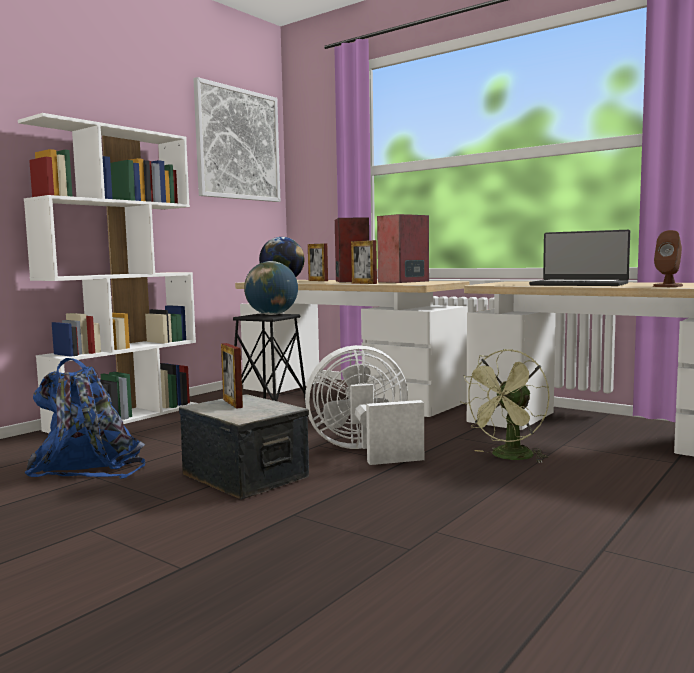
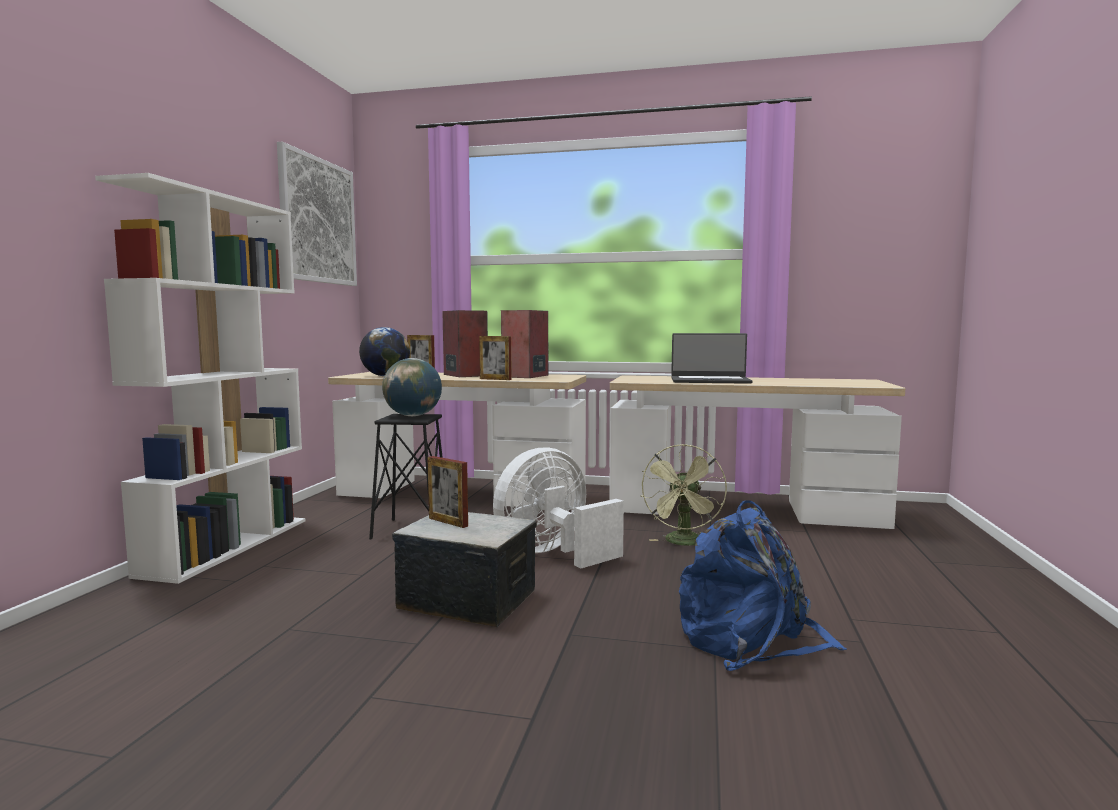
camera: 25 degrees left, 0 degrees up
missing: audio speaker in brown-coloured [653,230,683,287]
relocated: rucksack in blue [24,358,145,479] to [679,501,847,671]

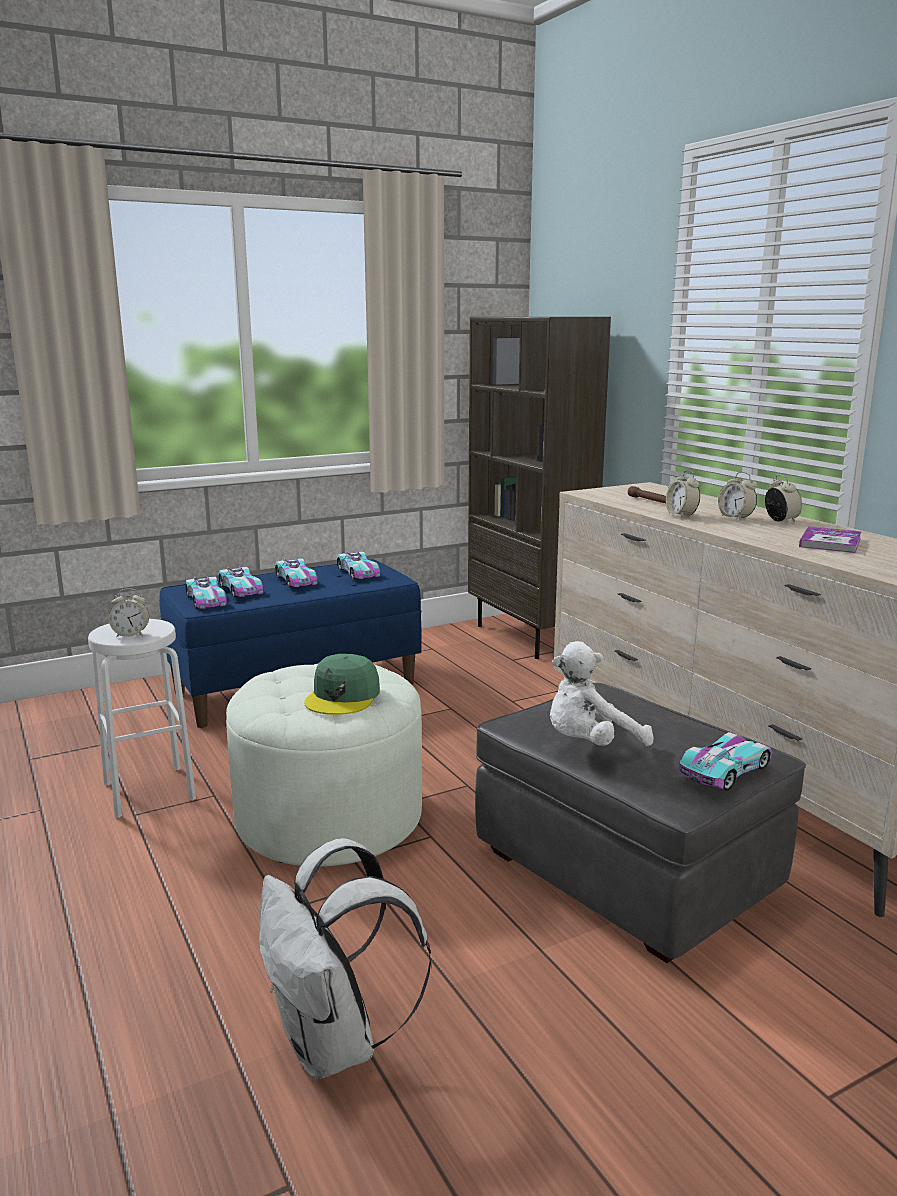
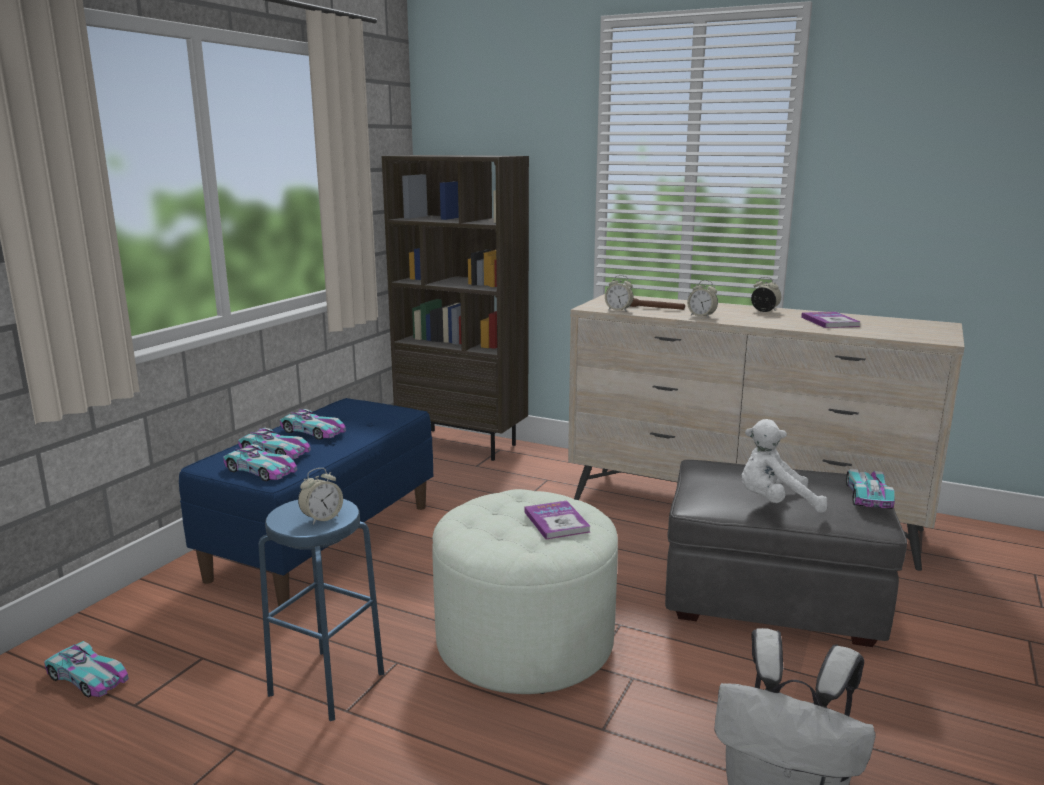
camera: 35 degrees left, 0 degrees up
relocated: miniature car [337,551,380,579] to [44,641,129,698]; alarm clock [718,472,757,521] to [605,275,633,312]
exchanged: peaked cap in green-coloured [304,654,380,715] to book [524,501,590,539]
colour: sitting stool in whitish [88,619,196,818] to sitting stool in blue [259,499,384,721]
spun: cuddly toy in whitish [550,641,654,746] = [741,419,827,513] 60 degrees clockwise

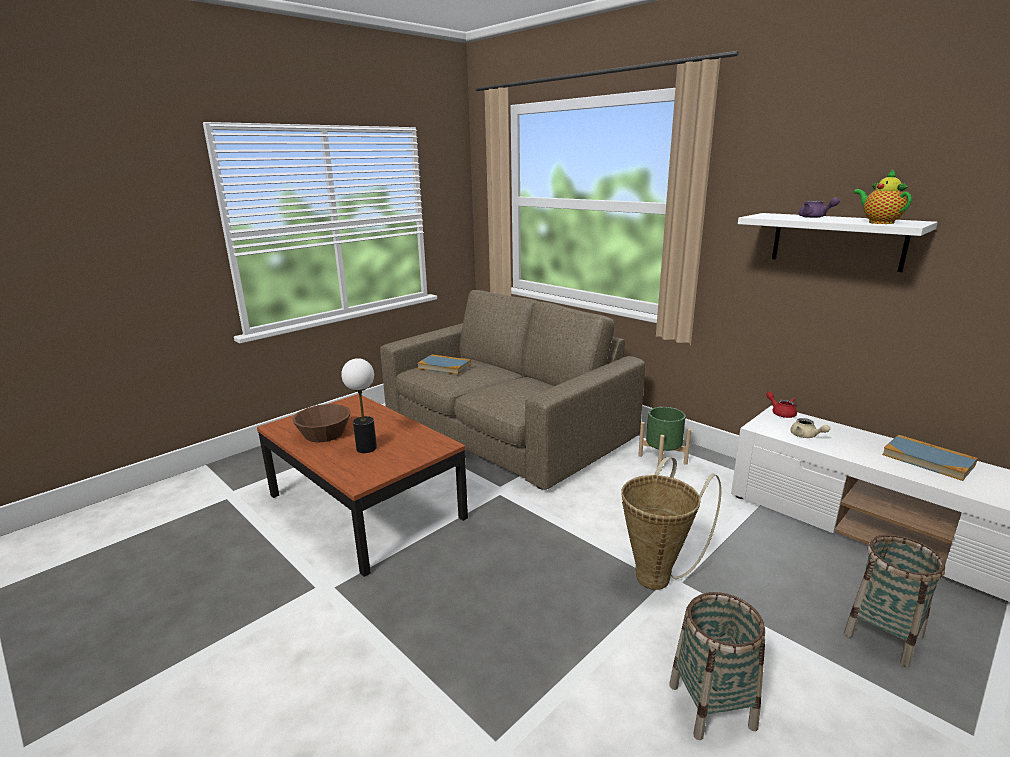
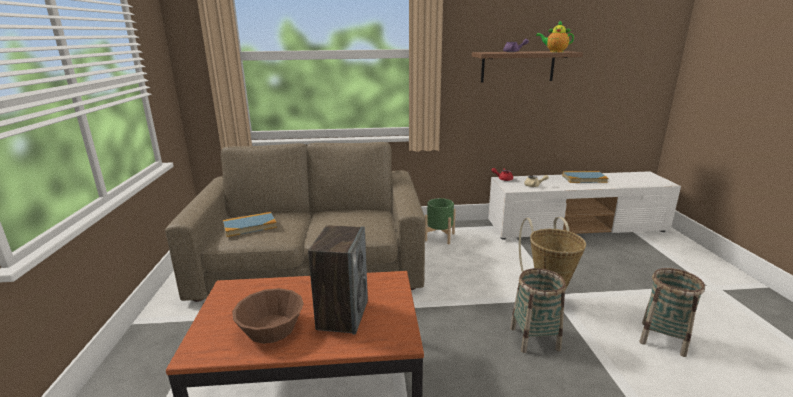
camera: 50 degrees left, 0 degrees up
relocated: basket [844,534,946,667] to [510,268,566,353]
exchanged: lamp for a table [341,358,377,453] to audio speaker [308,225,368,334]
colour: wall shelf in whitish [738,213,938,272] to wall shelf in brown-coloured [472,51,583,82]

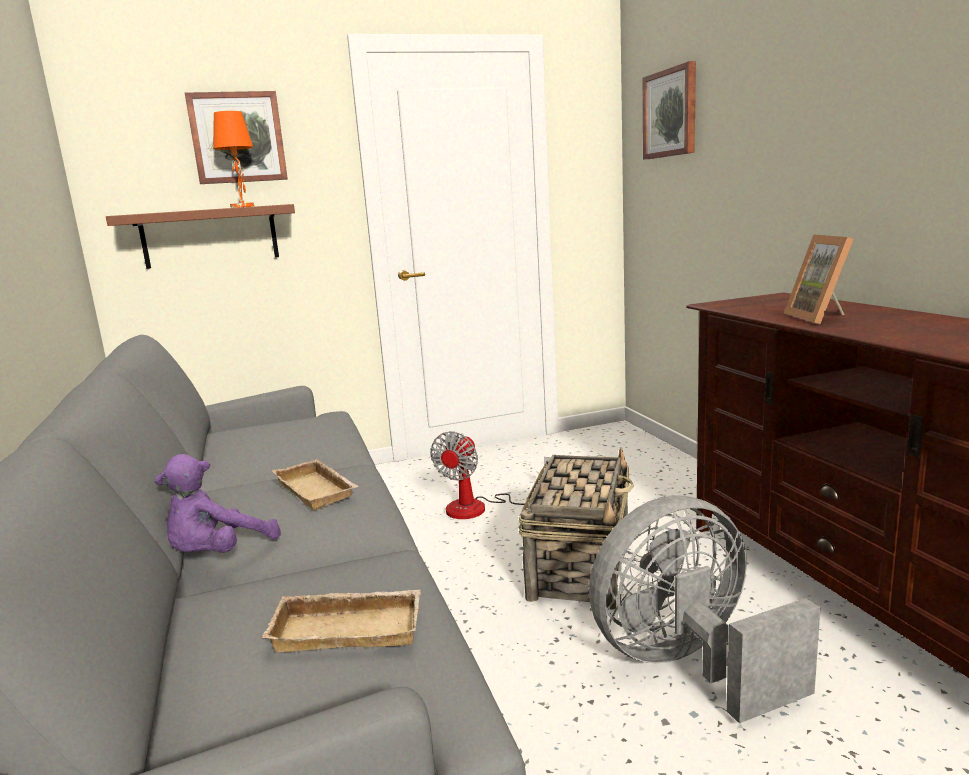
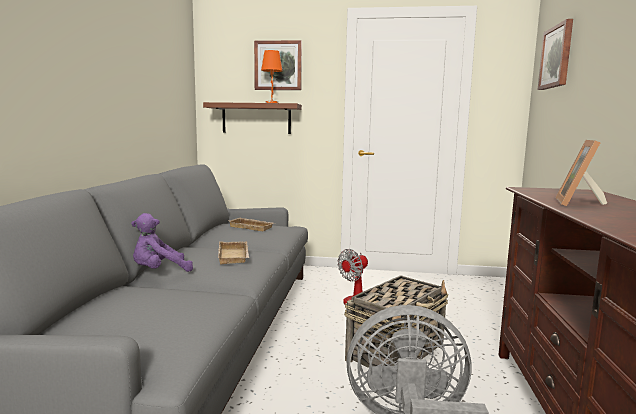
camera: 25 degrees right, 5 degrees down
relocated: serving tray in beige [262,590,421,652] to [228,218,274,231]

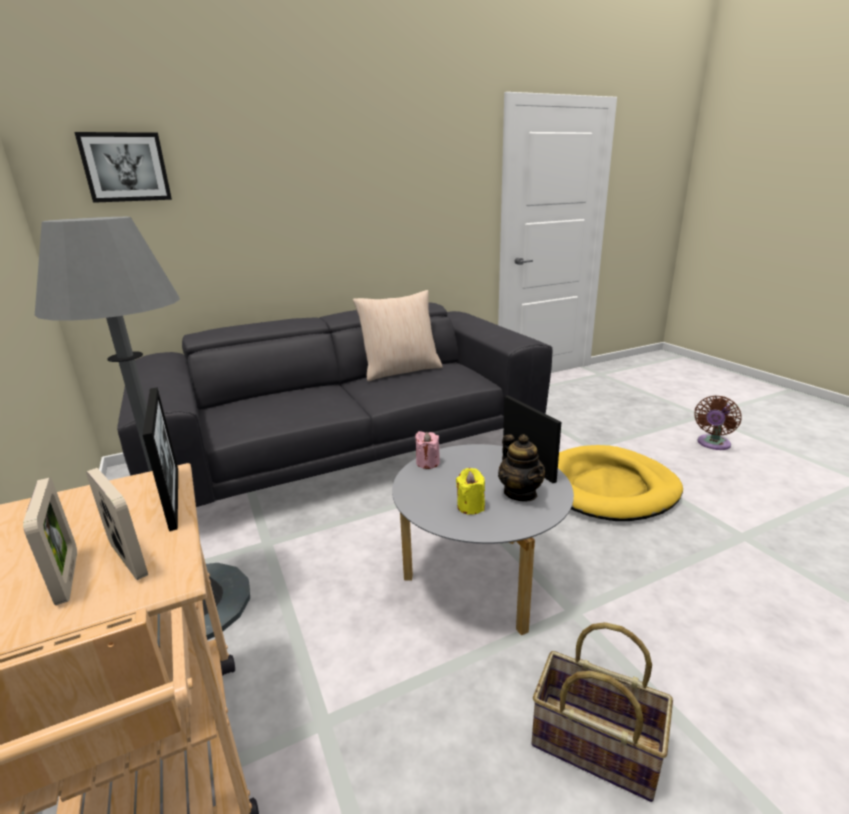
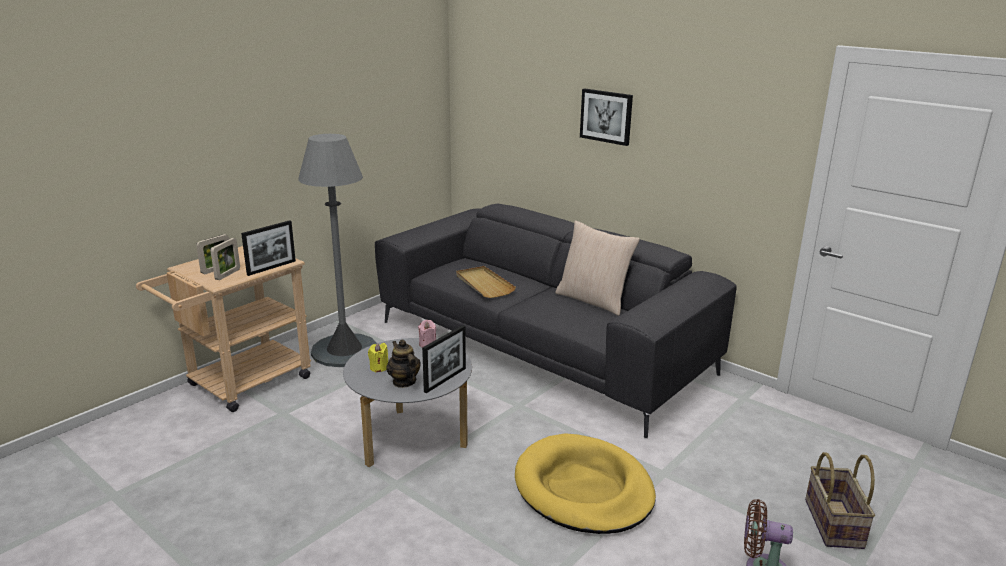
camera: 65 degrees right, 0 degrees up
appeared: serving tray in beige [456,266,516,298]
relocated: wall art [74,132,172,203] to [580,89,633,146]; basket [531,622,673,802] to [805,452,875,549]
spun: pot for tea [498,434,545,502] = [386,340,421,388] 105 degrees clockwise

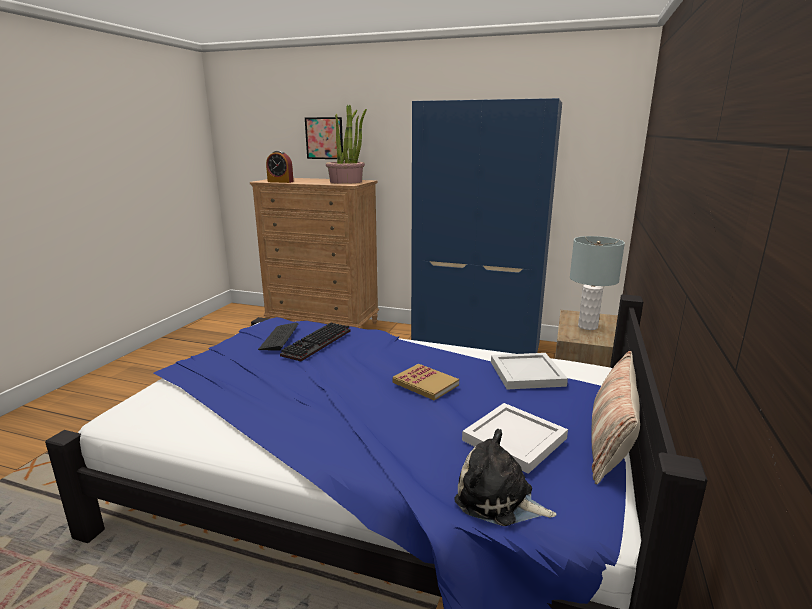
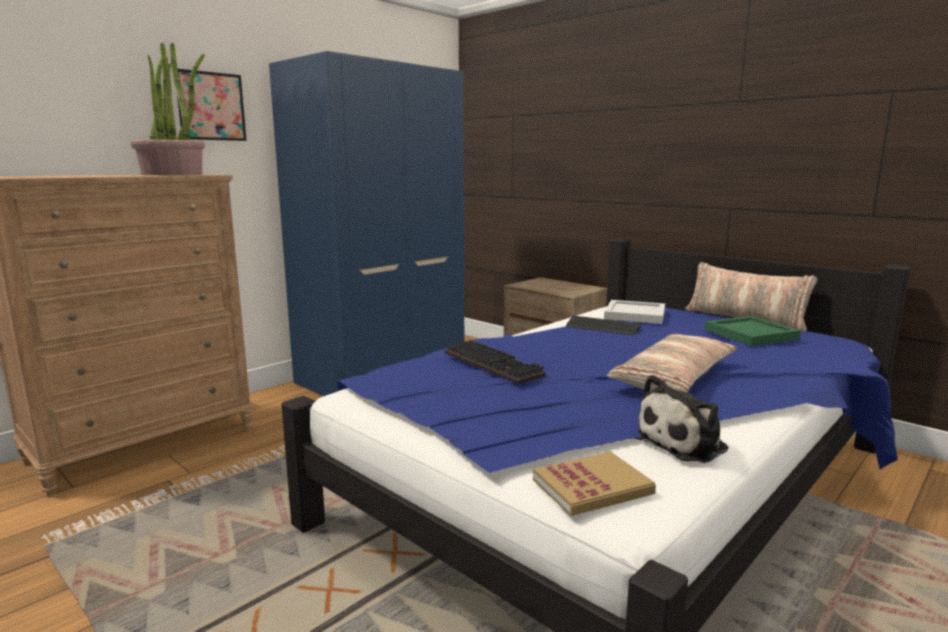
camera: 65 degrees left, 5 degrees down
missing: alarm clock [266,151,294,183]; lamp for a table in grey [570,236,625,330]
appeared: pillow [607,334,737,392]
relocated: keyboard [258,322,298,351] to [566,316,641,335]; wall art [305,117,343,159] to [177,69,247,141]; book [392,364,459,401] to [533,452,656,516]; cuddly toy [454,429,556,526] to [635,375,728,463]
colour: serving tray in whitish [462,403,568,474] to serving tray in green-coloured [704,316,801,346]

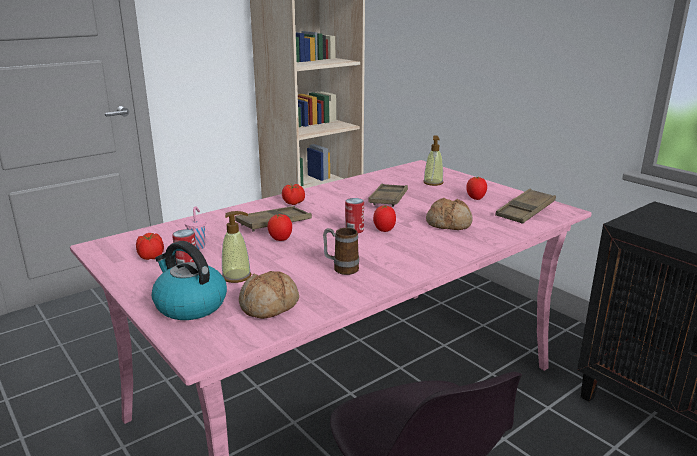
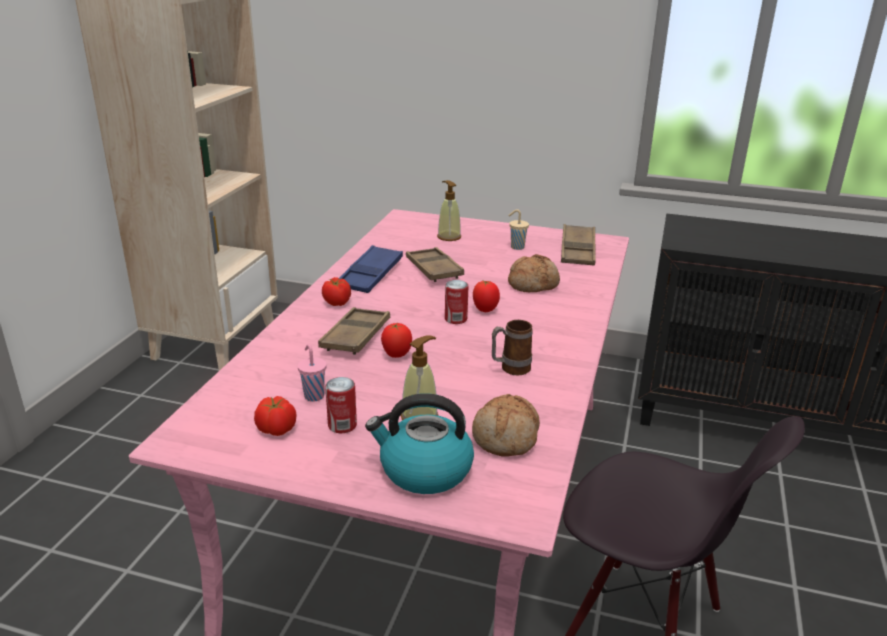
camera: 35 degrees left, 5 degrees up
appeared: serving tray in blue [339,245,403,293]
exchanged: fresh tomato [466,177,487,200] to small cup in beige [508,209,529,250]

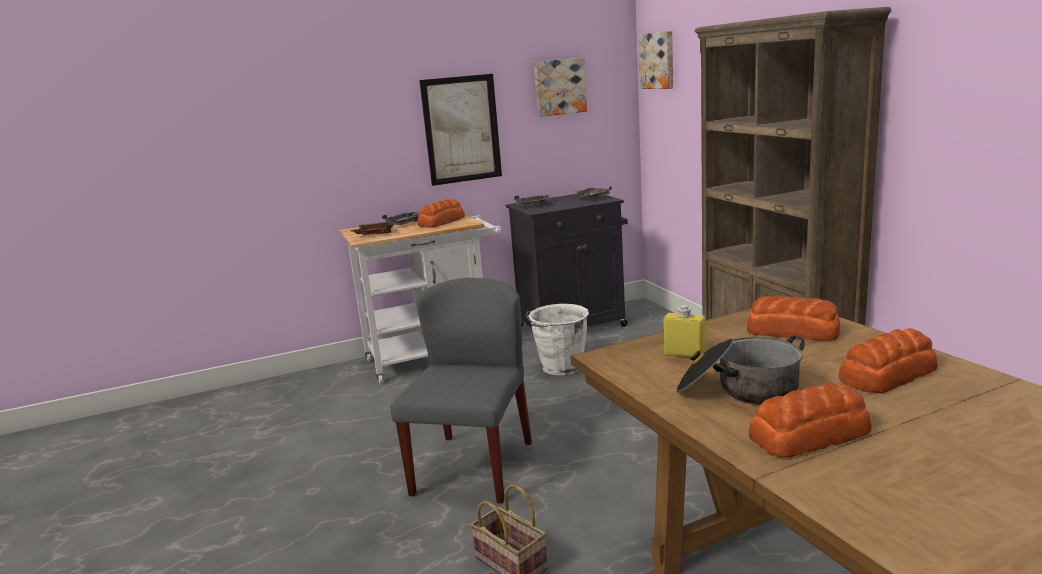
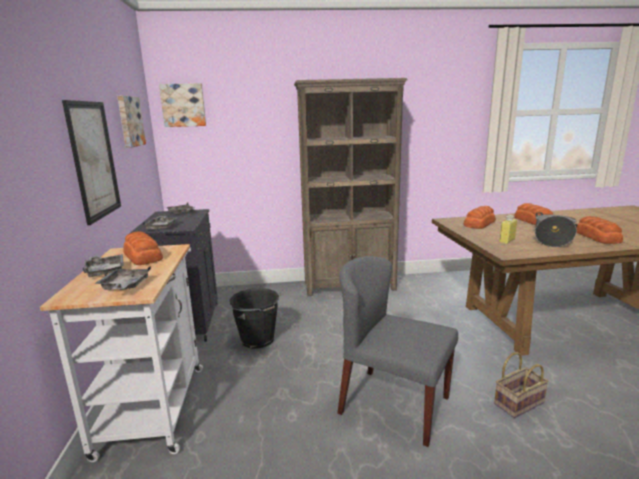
camera: 75 degrees left, 0 degrees up
colour: serving tray in brown-coloured [351,222,393,235] to serving tray in grey [94,266,151,290]; water bucket in whitish [526,304,589,375] to water bucket in black-coloured [230,288,281,349]

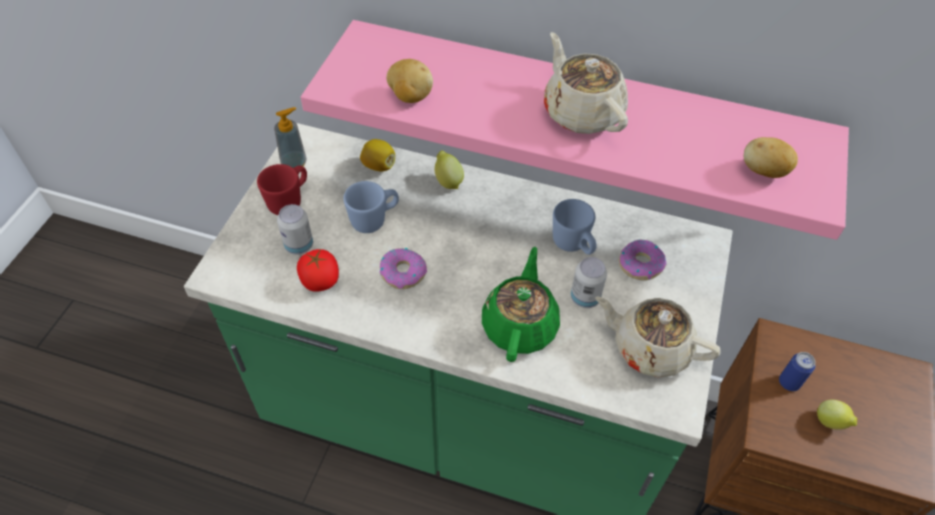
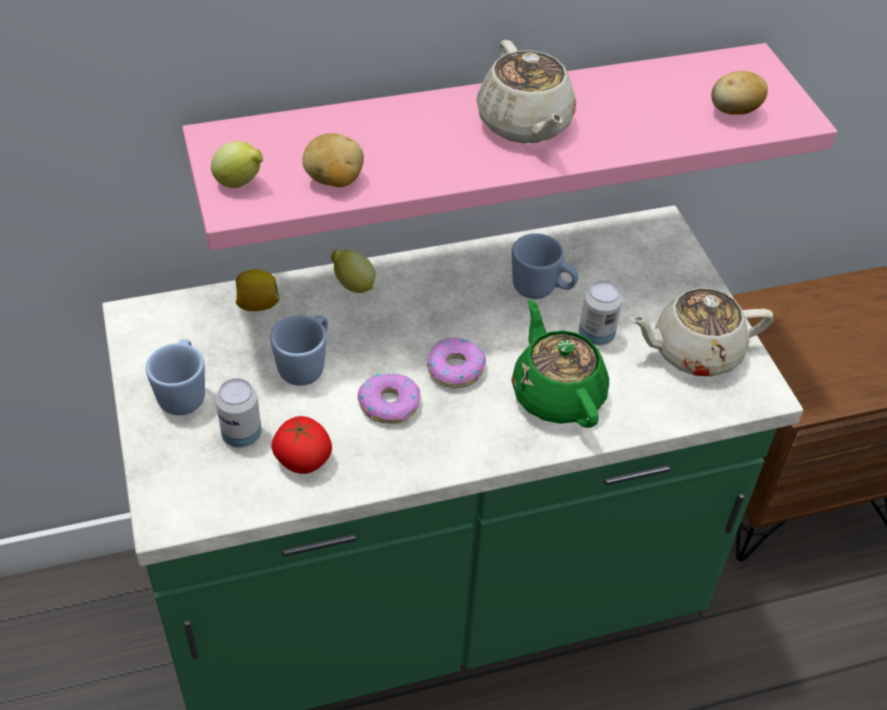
camera: 35 degrees left, 5 degrees down
missing: soap bottle [274,107,307,168]; sealed can [779,352,815,391]
relocated: donut [619,239,667,280] to [427,337,486,388]; citrus fruit [817,400,857,430] to [211,141,263,188]
colour: mug in reddish [257,164,307,215] to mug in blue [146,339,205,415]
spun: pot for tea in beige [544,32,628,134] = [476,40,576,143] 135 degrees counterclockwise

